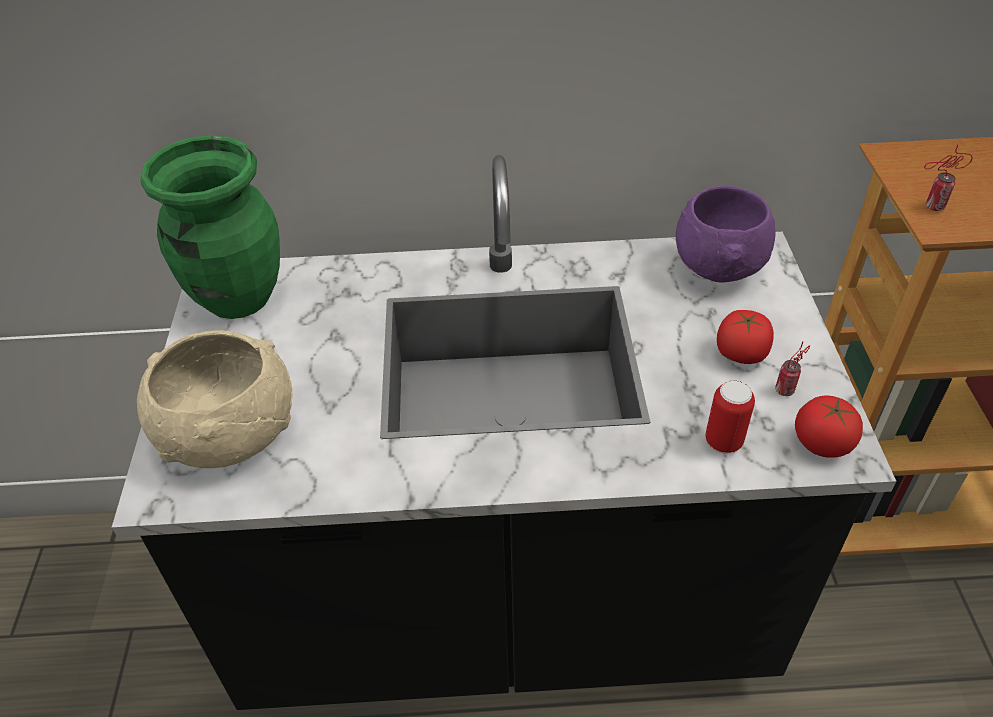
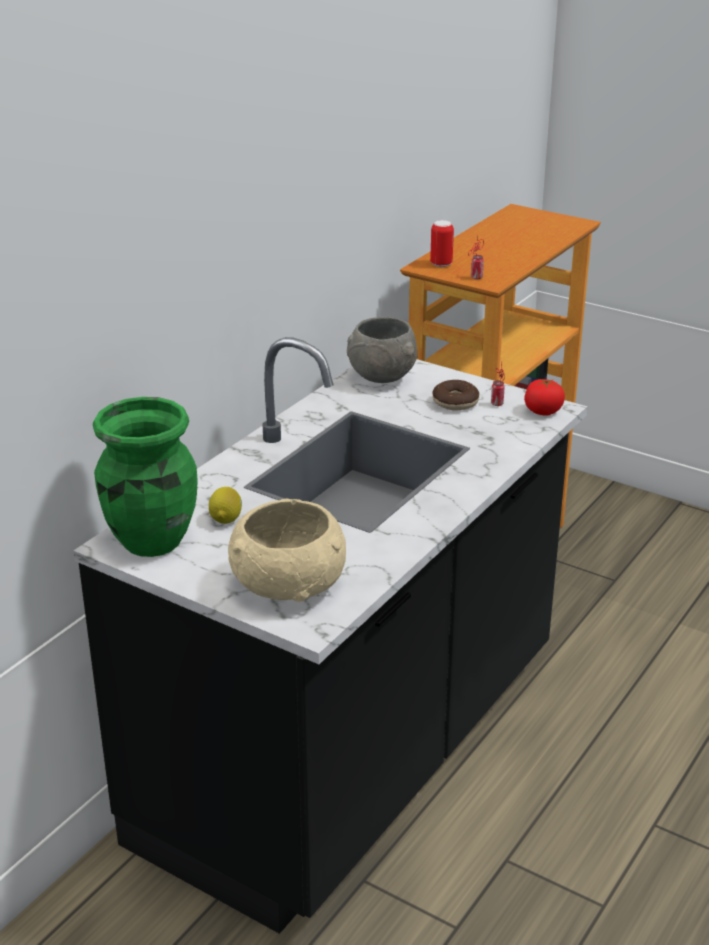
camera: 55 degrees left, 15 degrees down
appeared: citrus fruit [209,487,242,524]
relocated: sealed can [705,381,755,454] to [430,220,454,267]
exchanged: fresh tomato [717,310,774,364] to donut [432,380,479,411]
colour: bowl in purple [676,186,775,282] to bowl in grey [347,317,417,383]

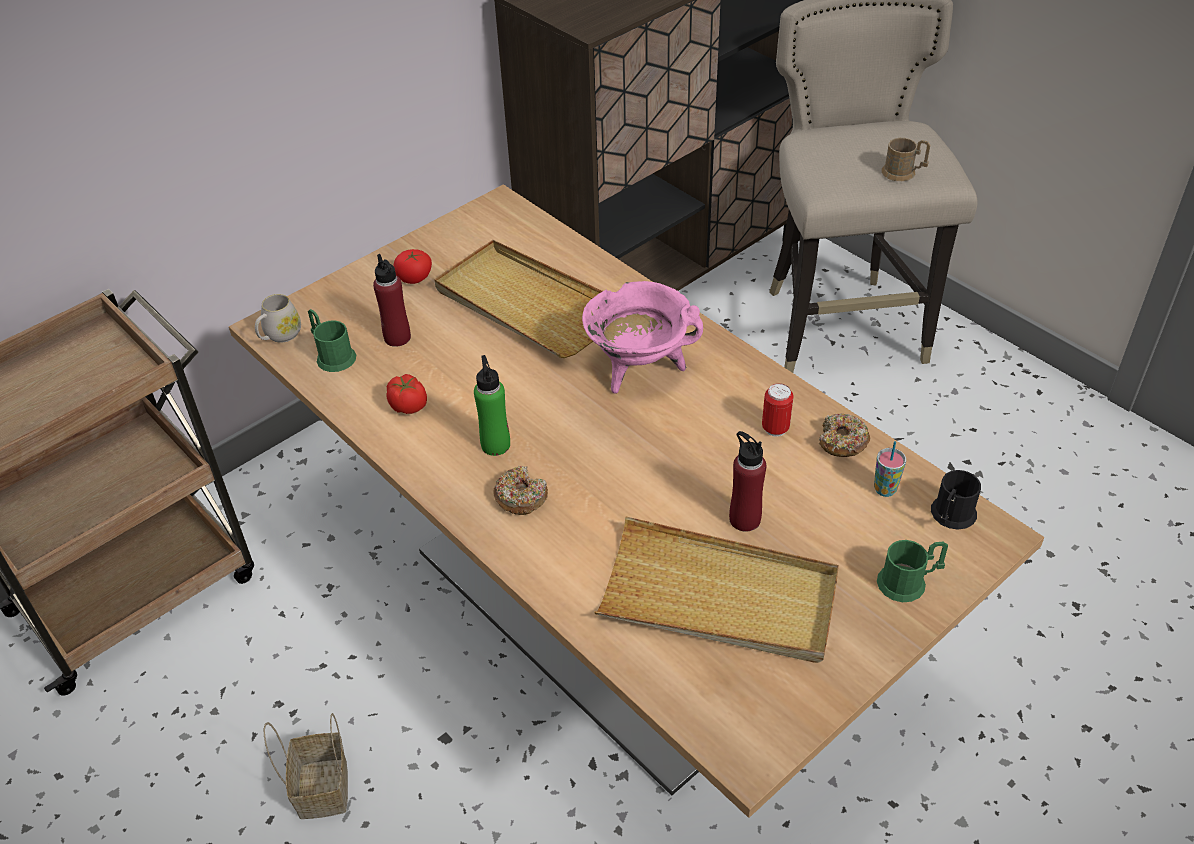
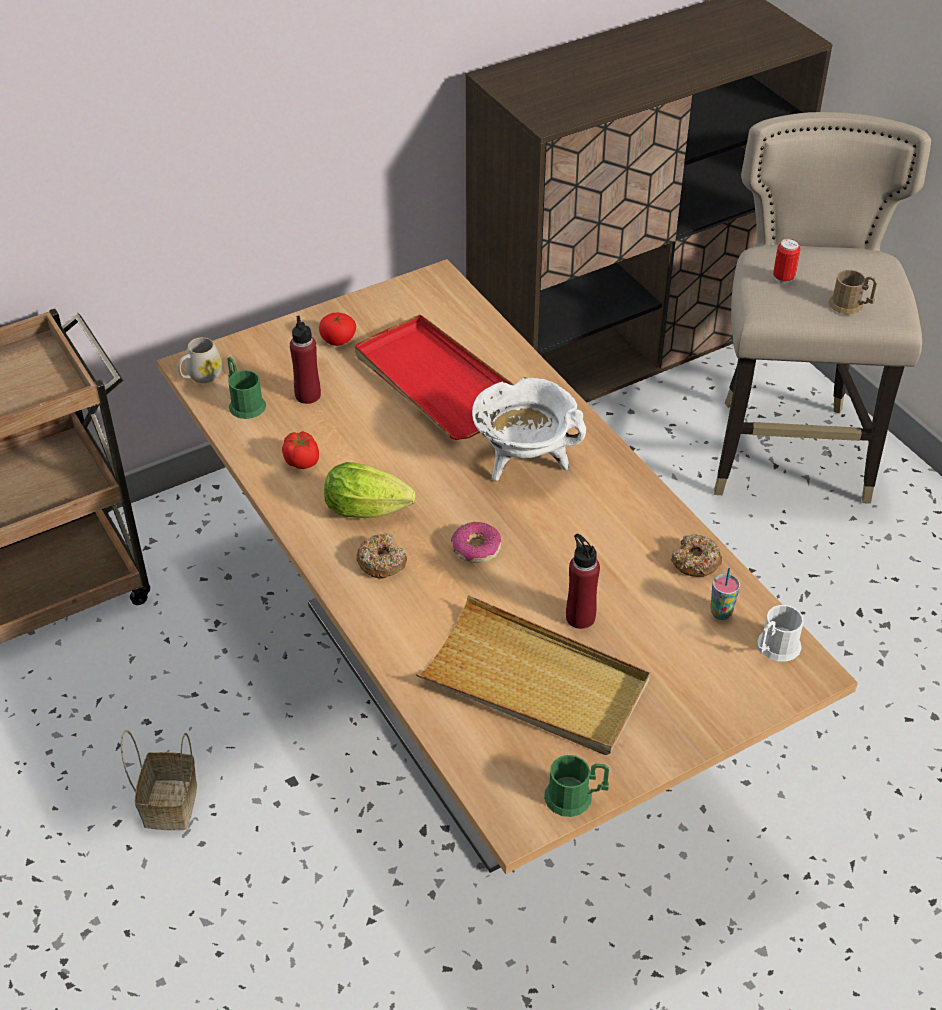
camera: 10 degrees right, 0 degrees up
appeared: donut [451,522,501,563]
relocated: sealed can [762,383,793,437] to [773,239,800,284]; mug in green-coloured [877,540,948,602] to [544,755,609,817]
exchanged: drink bottle in green-coloured [474,355,510,456] to head of lettuce [324,462,416,518]
colour: serving tray in beige [434,240,603,358] to serving tray in reddish [355,314,514,440]; cooking pot in pinkish [582,281,703,394] to cooking pot in whitish [472,377,586,481]; mug in black-coloured [931,470,981,530] to mug in whitish [758,605,804,662]

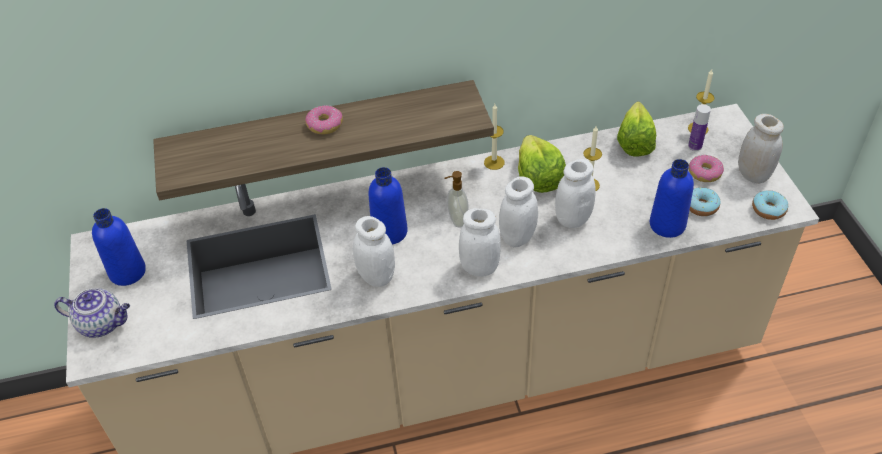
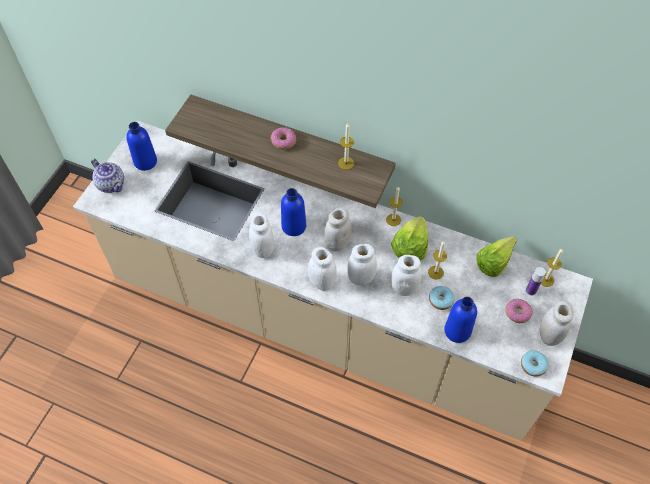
camera: 35 degrees right, 10 degrees up
appeared: wax candle [338,123,354,170]
relocated: donut [689,187,721,216] to [429,286,455,310]
exchanged: soap bottle [445,171,469,228] to storage jar in whitish [324,207,352,252]

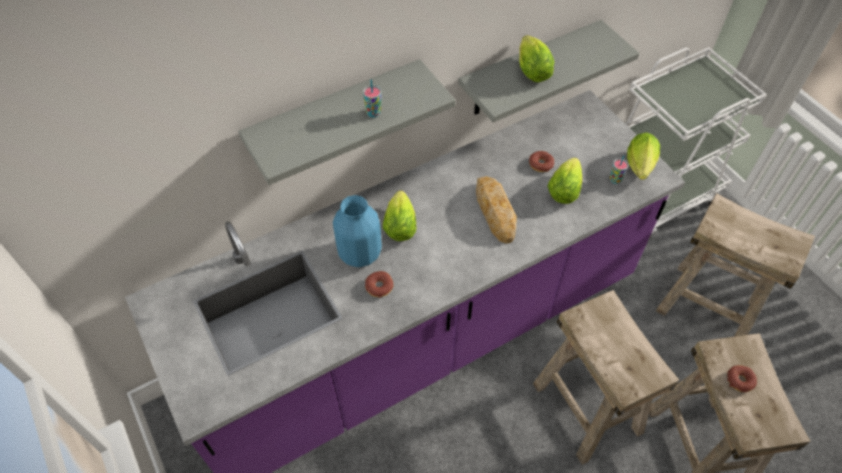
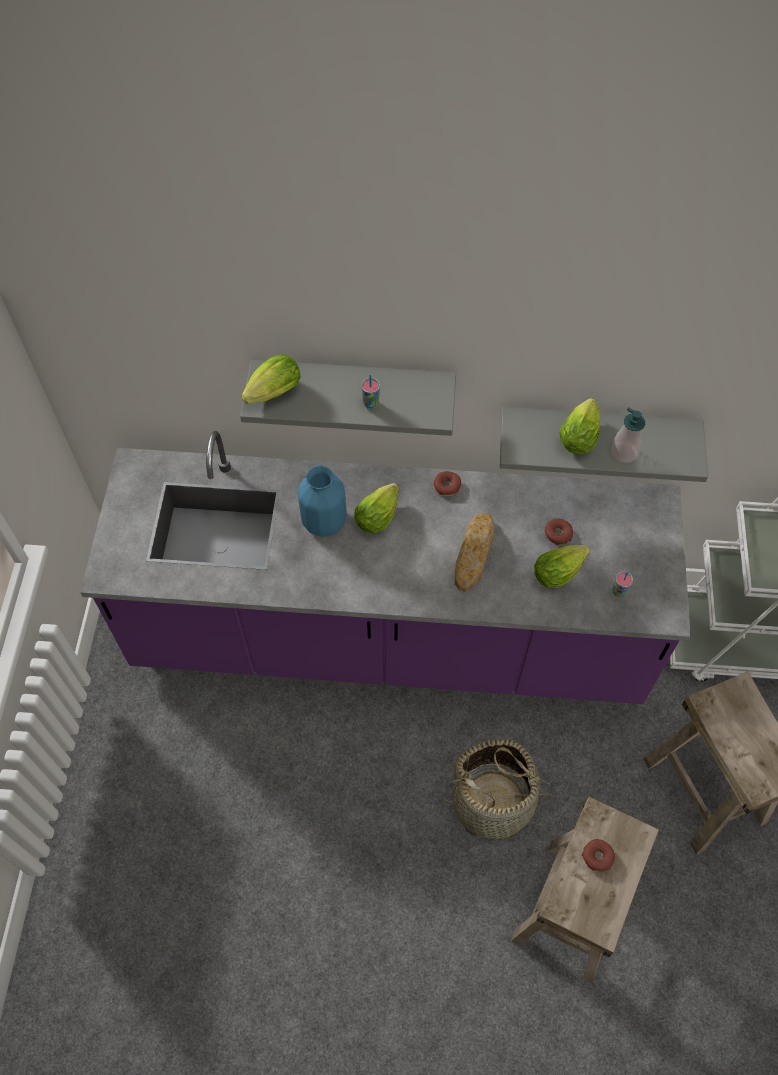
camera: 35 degrees right, 5 degrees up
appeared: soap bottle [611,407,645,463]
relocated: donut [365,271,393,298] to [433,471,461,496]; head of lettuce [627,132,660,180] to [242,355,301,404]
exchanged: sitting stool in beige [533,290,679,465] to basket [442,739,559,839]

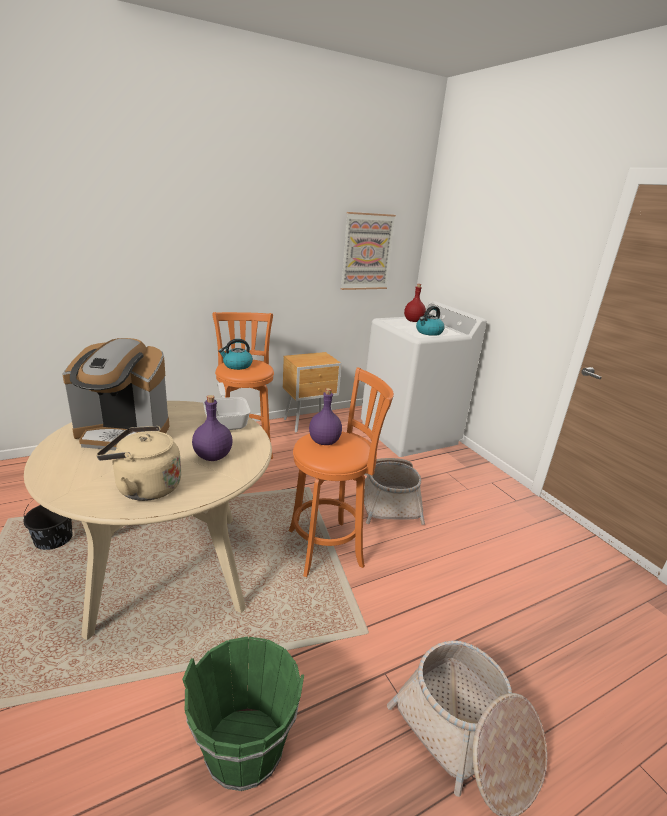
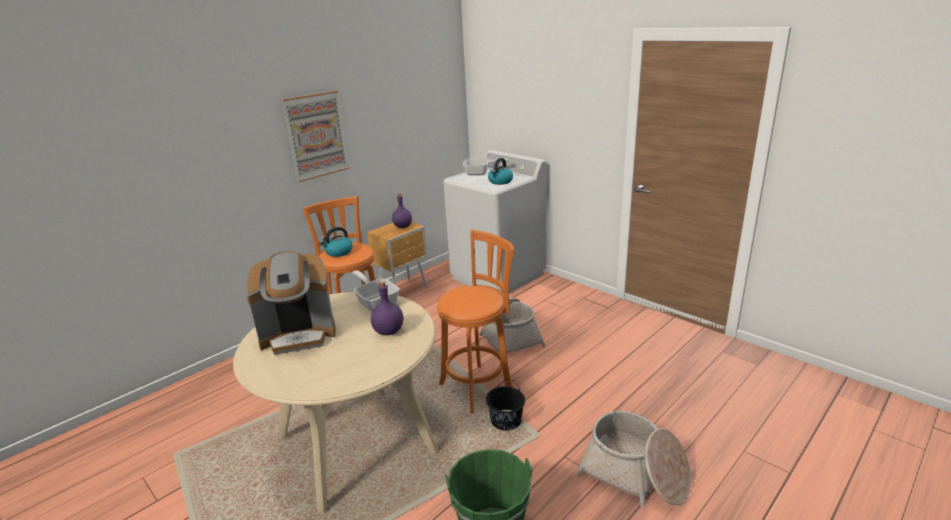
camera: 15 degrees left, 0 degrees up
missing: water kettle in beige [97,426,181,501]
relocated: water bucket in black-coloured [23,499,73,550] to [486,379,525,431]; drink bottle in purple [309,388,342,445] to [392,194,412,228]; wall art [341,212,396,290] to [281,90,349,182]
exchanged: drink bottle in reddish [404,284,426,322] to frying pan [463,158,509,175]

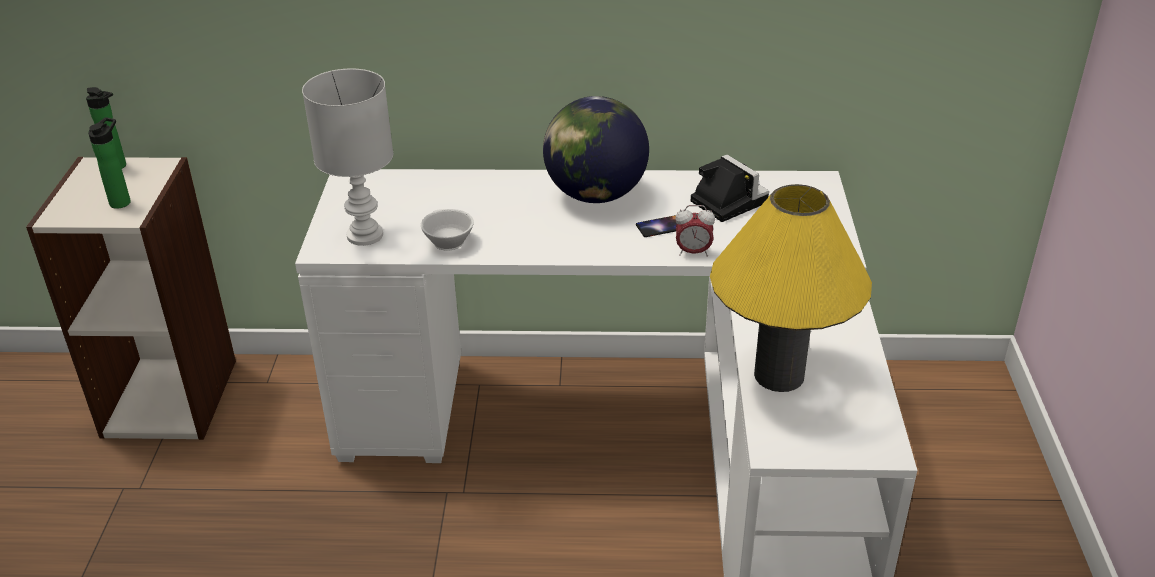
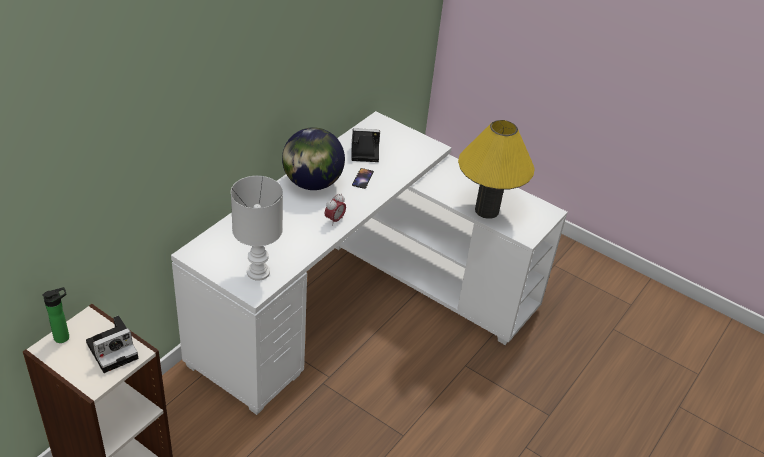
camera: 60 degrees left, 5 degrees up
missing: small cup in whitish [421,209,474,250]
relocated: alarm clock [675,205,715,257] to [325,194,346,226]
exchanged: drink bottle [88,117,131,209] to photo camera [86,316,138,373]

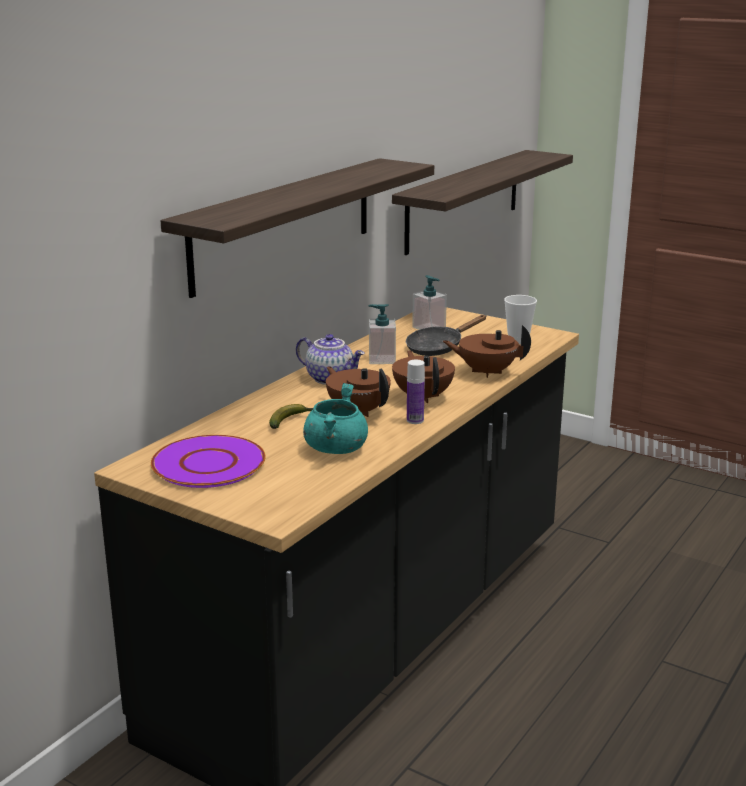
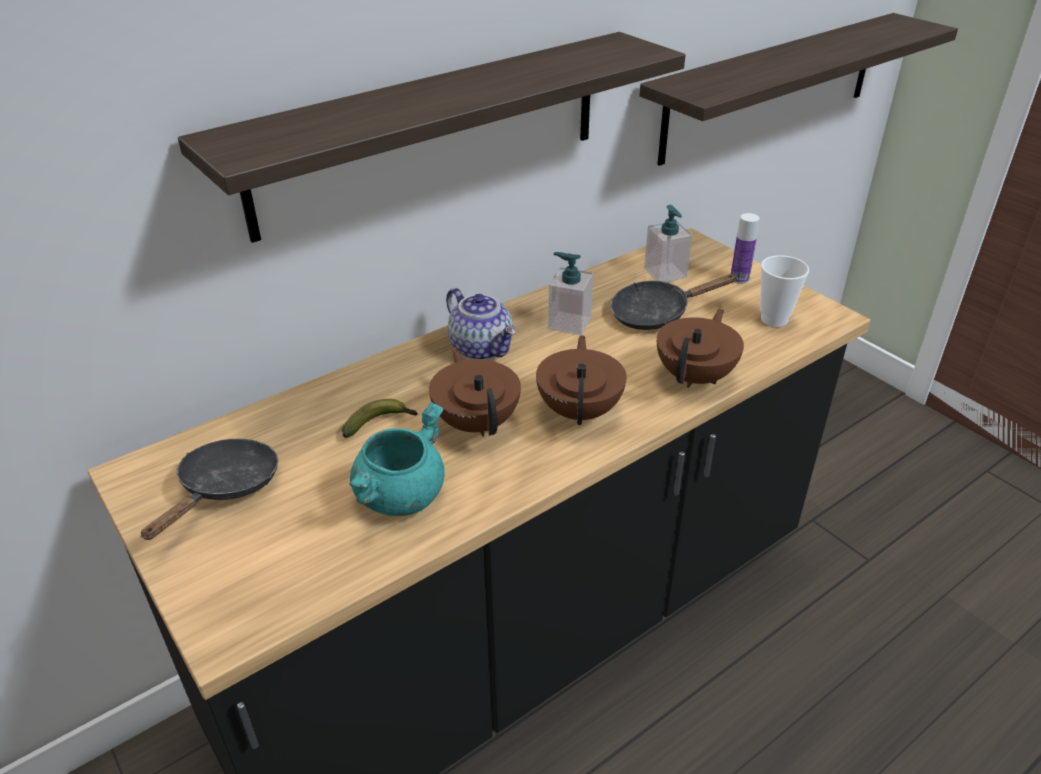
camera: 20 degrees right, 15 degrees up
relocated: drink bottle [407,360,425,424] to [731,213,760,284]
exchanged: flat dish in purple [151,435,266,488] to frying pan in black-coloured [140,439,279,540]
spun: pot for tea in brown-coloured [443,325,531,378] = [657,309,744,388] 90 degrees clockwise

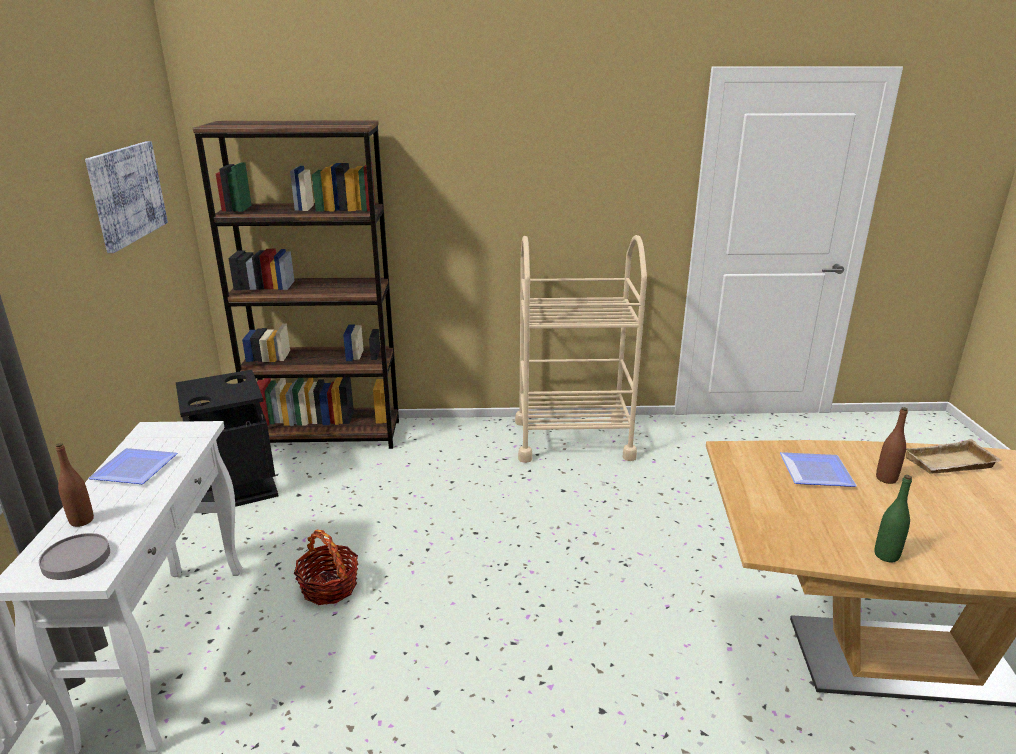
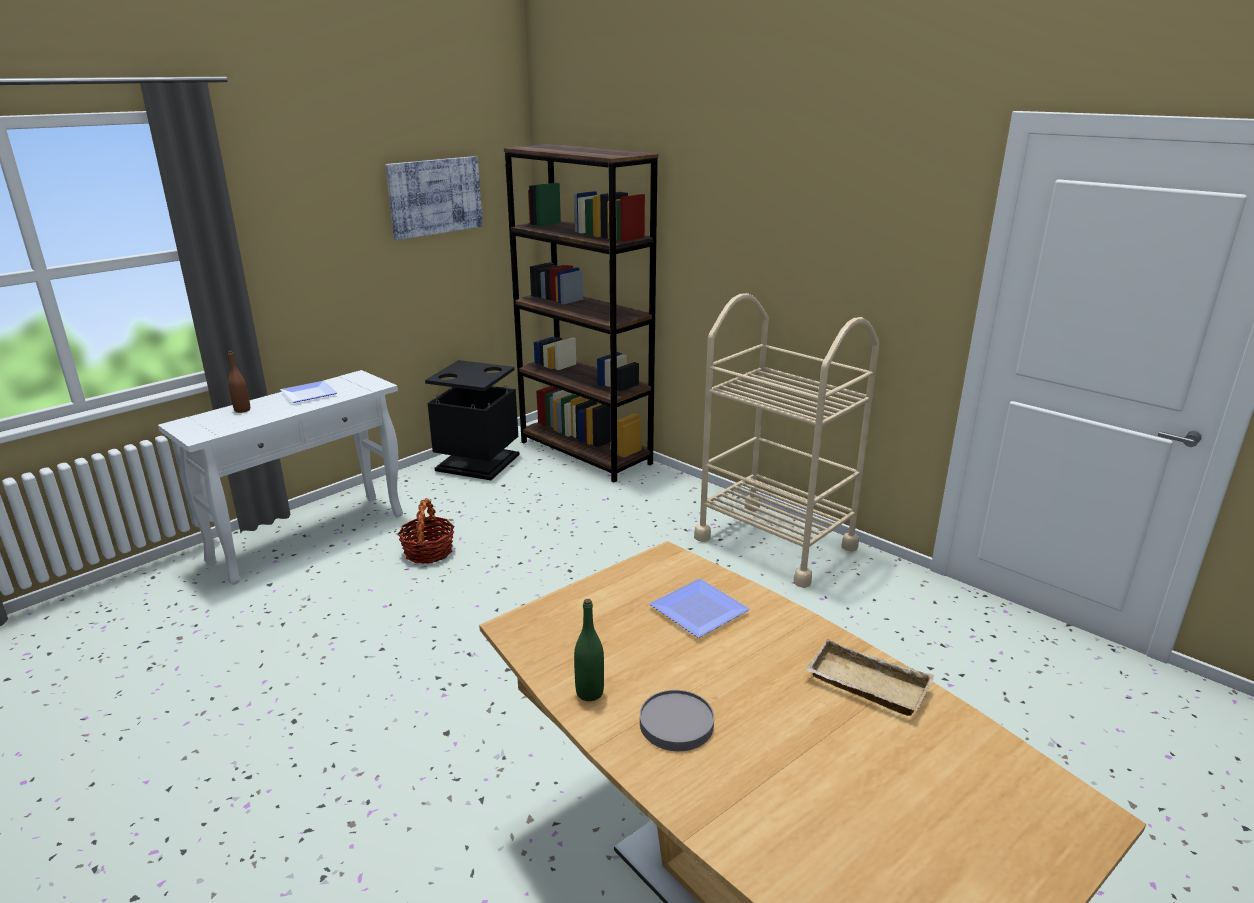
camera: 45 degrees right, 0 degrees up
missing: drink bottle in brown-coloured [876,407,908,484]
relocated: flat dish in grey [39,533,110,580] to [640,690,714,751]

